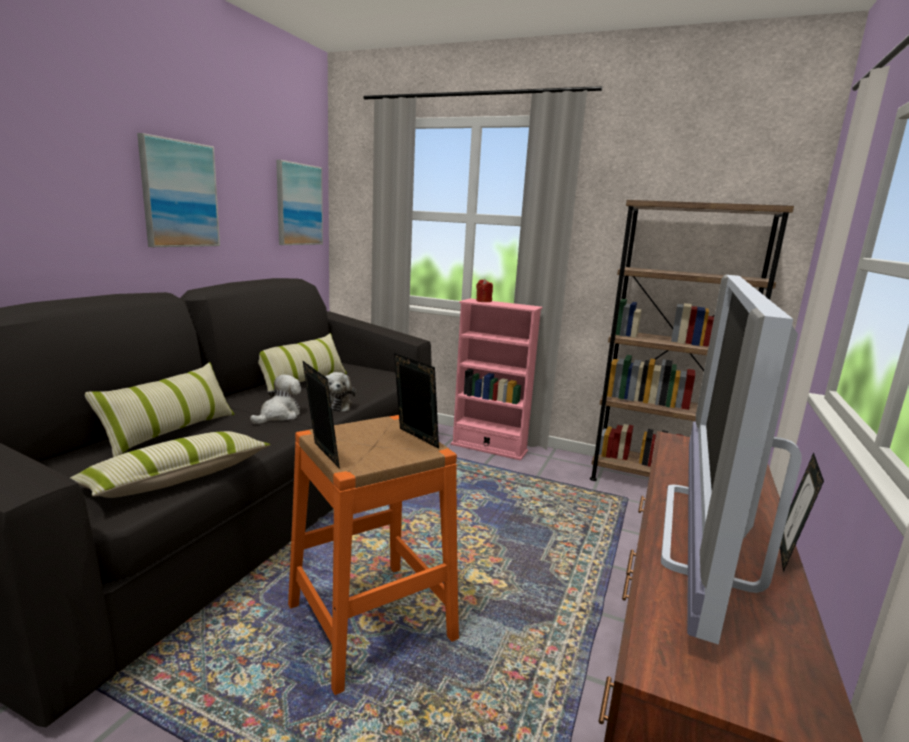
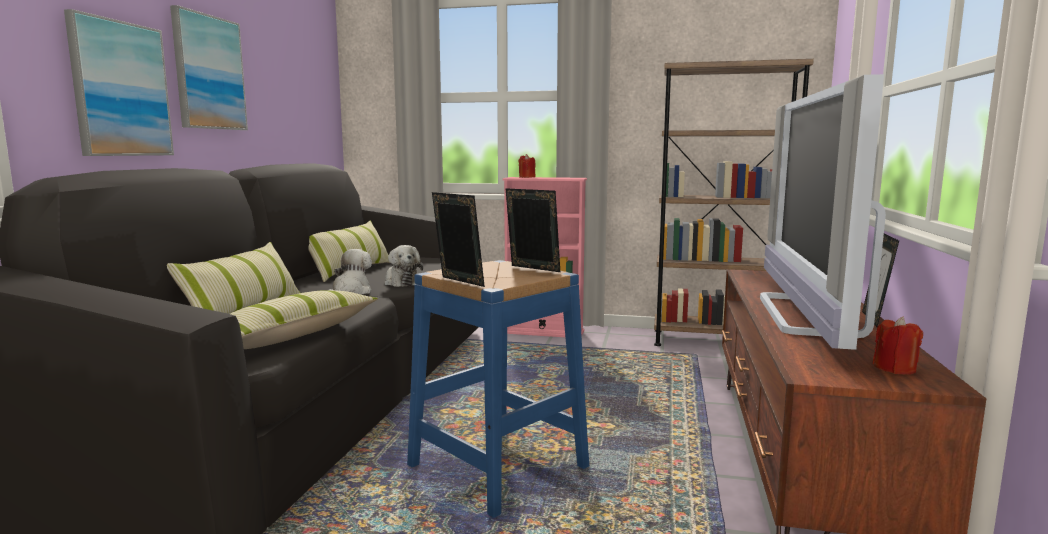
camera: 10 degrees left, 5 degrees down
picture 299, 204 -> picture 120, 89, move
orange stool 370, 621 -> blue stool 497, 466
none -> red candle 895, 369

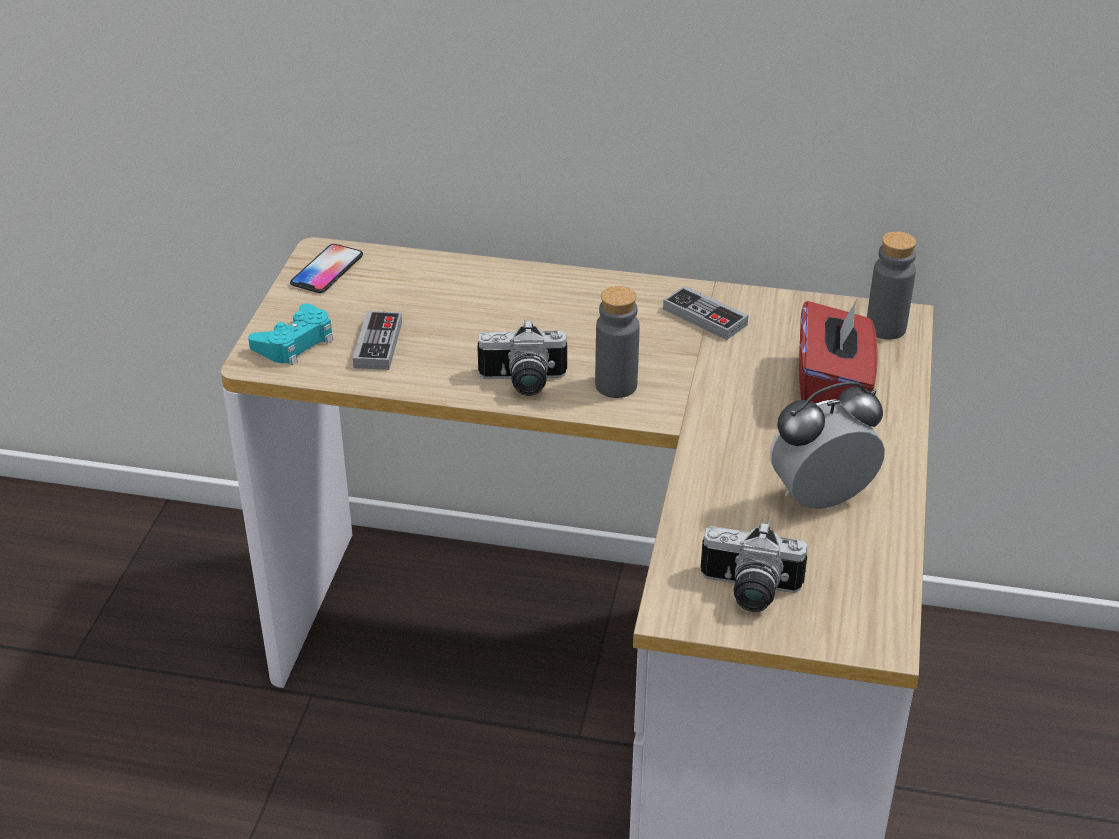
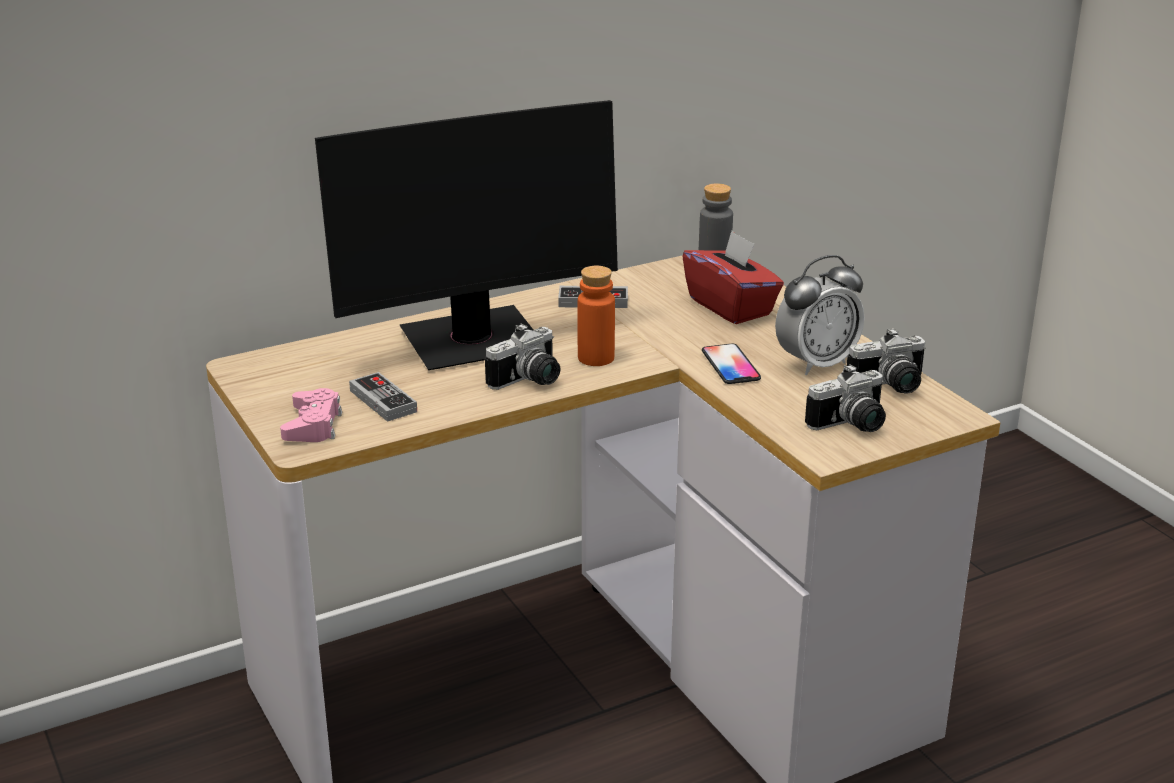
camera: 40 degrees left, 10 degrees down
turquoise game controller 295, 343 -> pink game controller 313, 425
none -> monitor 473, 341
grey bottle 616, 385 -> orange bottle 596, 358
phone 327, 270 -> phone 730, 365, move
alarm clock 821, 499 -> alarm clock 816, 363, 150 degrees counterclockwise
none -> photo camera 890, 387

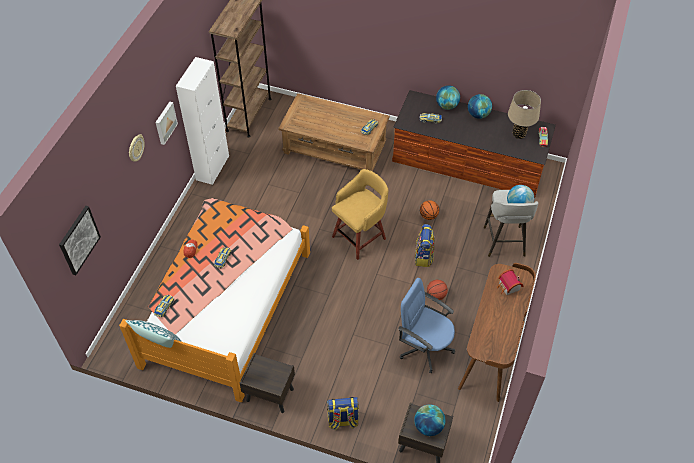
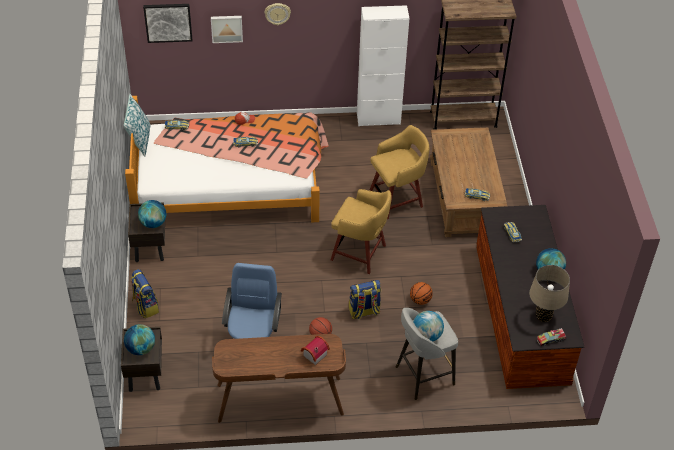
camera: 65 degrees right, 5 degrees down
globe 447, 106 -> globe 153, 223, move
picture 165, 122 -> picture 226, 28, move
none -> yellow stool 397, 199

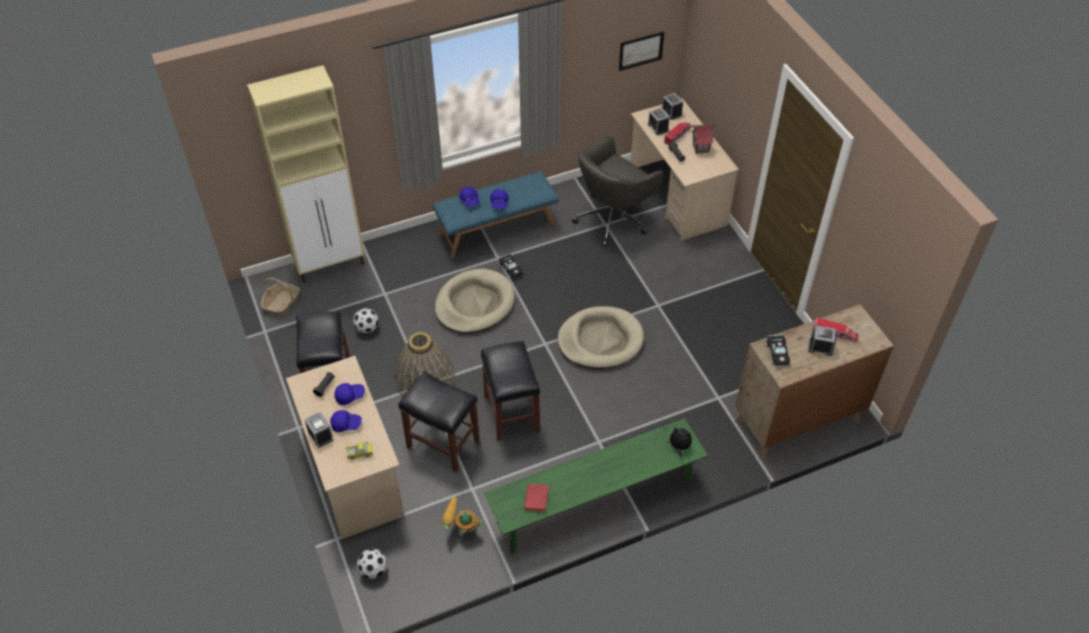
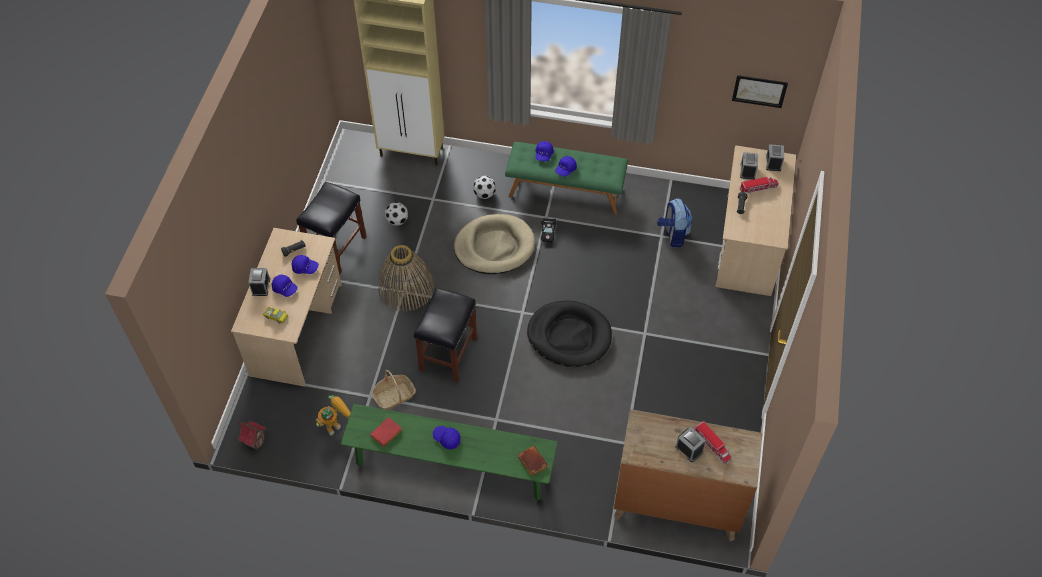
camera: 35 degrees right, 5 degrees up
toy house 700, 148 -> toy house 255, 441, move
toy robot 461, 530 -> toy robot 336, 423, 90 degrees clockwise
basket 282, 303 -> basket 394, 396, move
none -> blue cap 447, 438
football 373, 570 -> football 484, 194, move
blue bench 496, 229 -> green bench 565, 191
plush toy 679, 447 -> brown book 531, 462
beige dog bed 600, 340 -> black dog bed 569, 336
grey office chair 613, 218 -> backpack 673, 234
black stool 444, 443 -> none
black toy car 777, 352 -> none

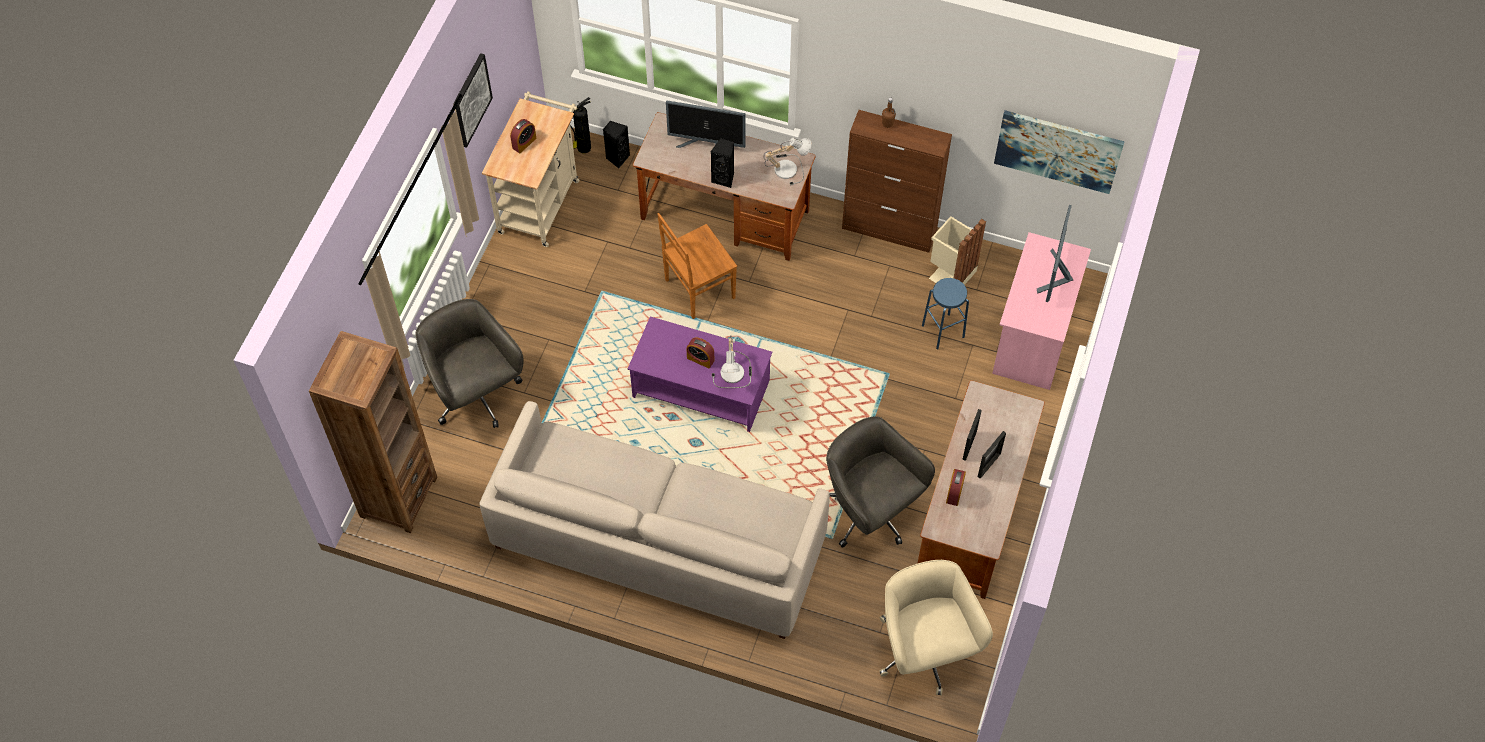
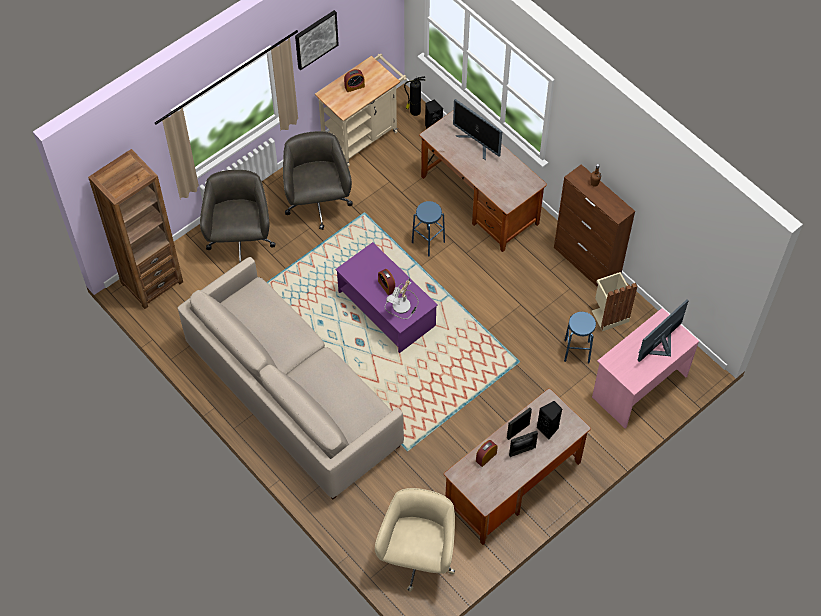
camera: 30 degrees right, 0 degrees up
grey office chair 869, 512 -> grey office chair 317, 203, move
brown chair 698, 289 -> blue stool 428, 242
black speaker 724, 178 -> black speaker 548, 429, move
table lamp 786, 167 -> none
picture 1058, 150 -> none

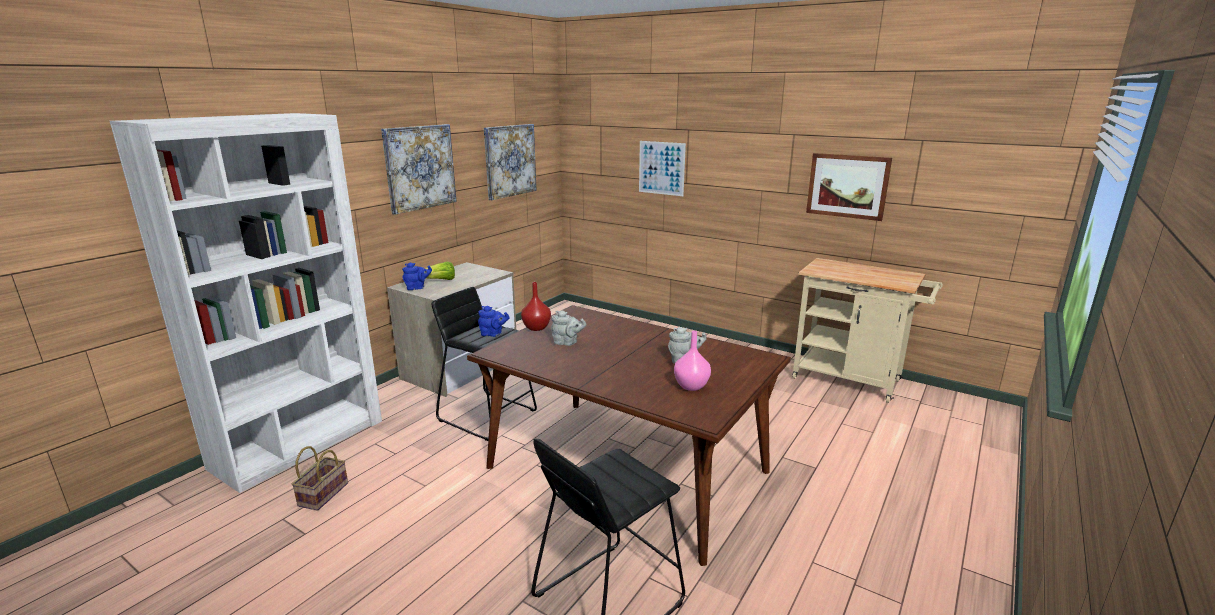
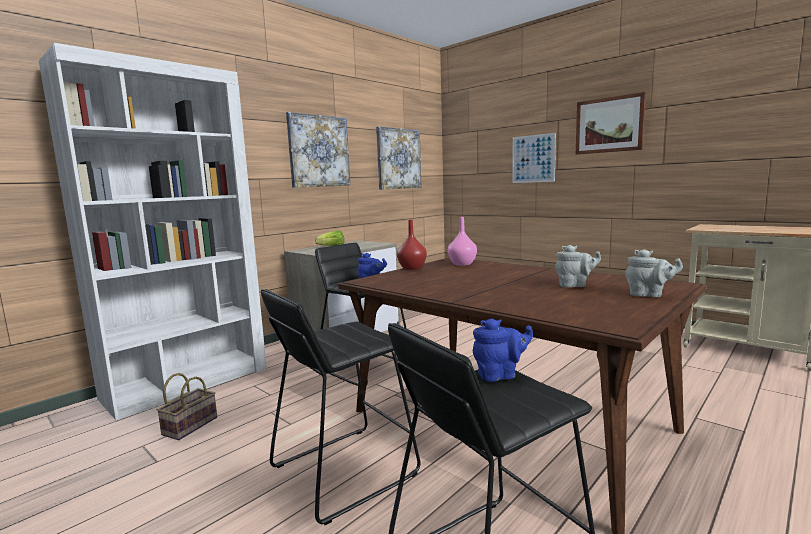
camera: 10 degrees right, 10 degrees down
none -> black stool 344, 470
pink vase 690, 386 -> pink vase 461, 264, move
blue teapot 417, 288 -> blue teapot 500, 375, move
picture 847, 186 -> picture 609, 125, move
grey teapot 567, 343 -> grey teapot 648, 295, move

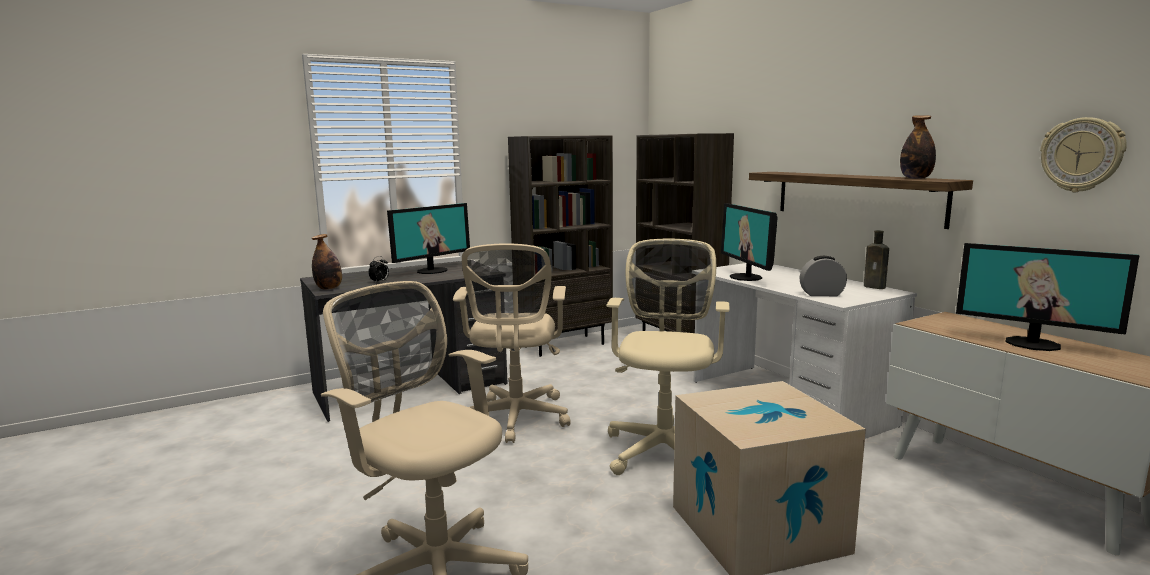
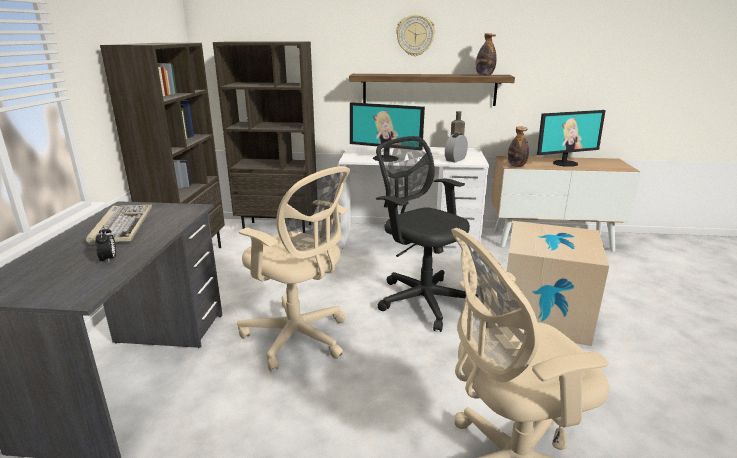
camera: 55 degrees left, 10 degrees up
monitor 432, 270 -> keyboard 122, 226
beige office chair 664, 447 -> black office chair 421, 299
wall clock 1081, 155 -> wall clock 415, 35, move
bottle 329, 288 -> bottle 516, 166, move

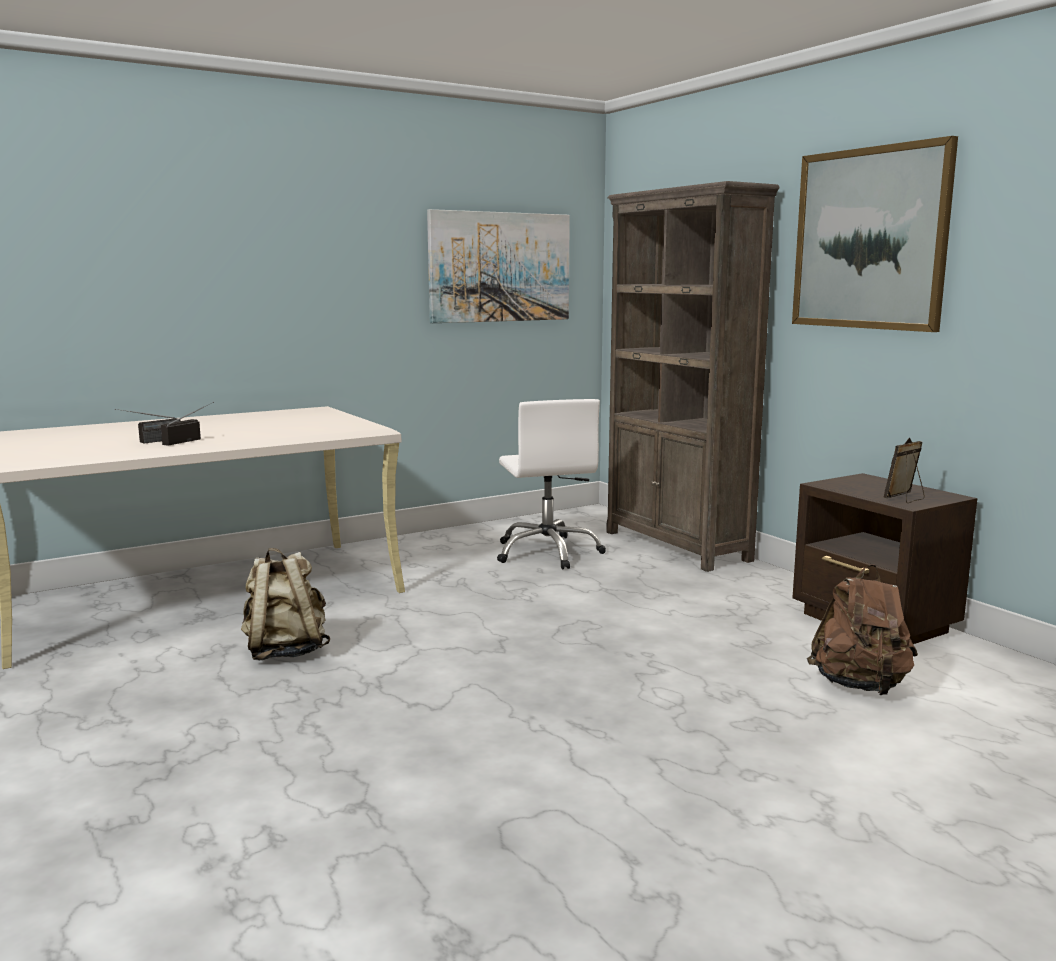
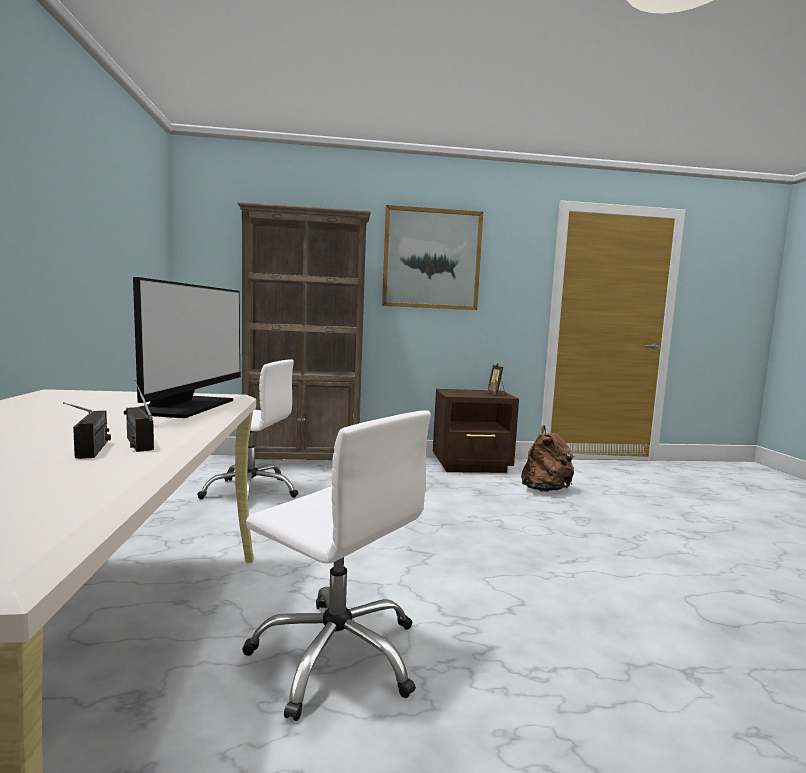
camera: 65 degrees left, 5 degrees down
none -> monitor 185, 407
beige backpack 285, 651 -> white office chair 337, 654
picture 500, 267 -> none

